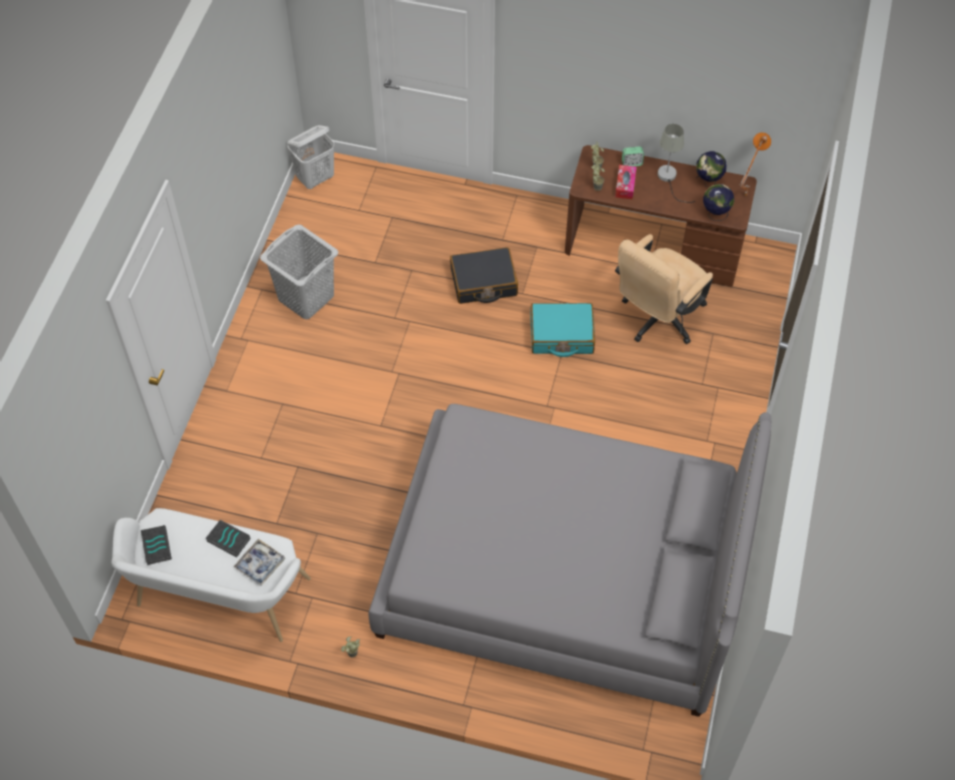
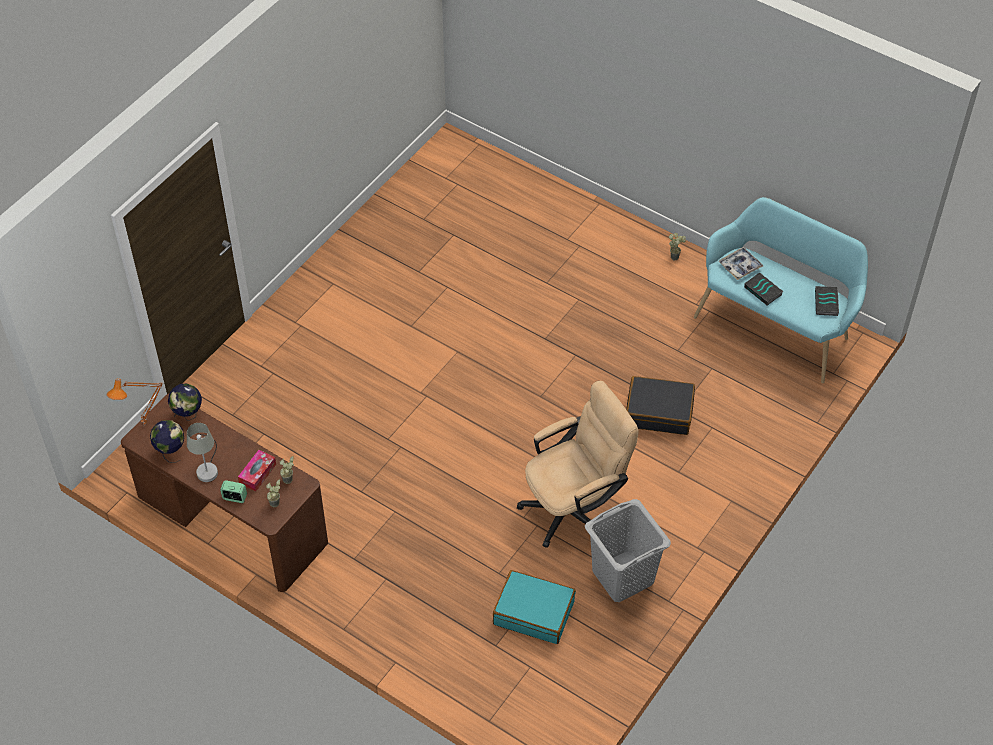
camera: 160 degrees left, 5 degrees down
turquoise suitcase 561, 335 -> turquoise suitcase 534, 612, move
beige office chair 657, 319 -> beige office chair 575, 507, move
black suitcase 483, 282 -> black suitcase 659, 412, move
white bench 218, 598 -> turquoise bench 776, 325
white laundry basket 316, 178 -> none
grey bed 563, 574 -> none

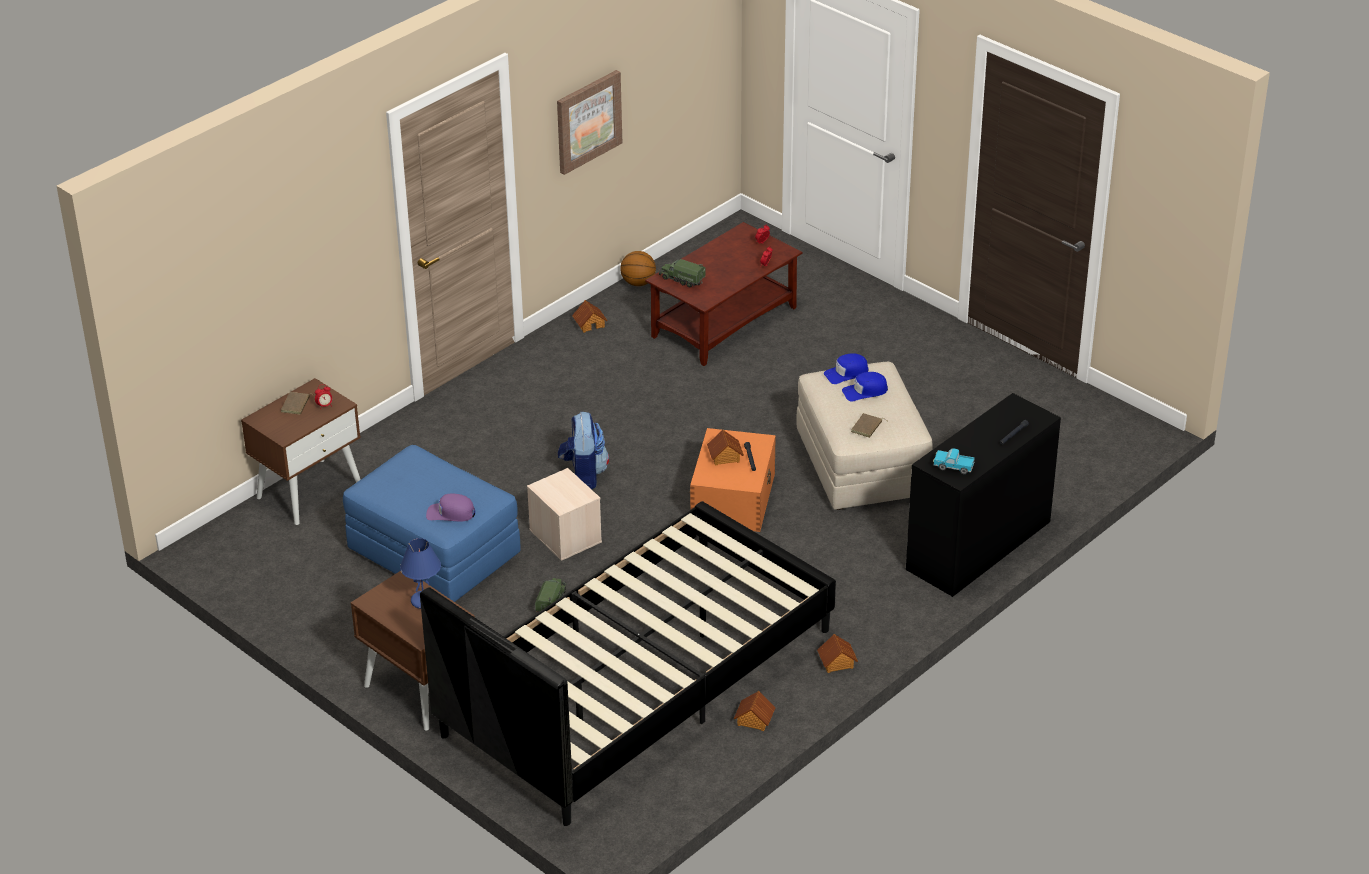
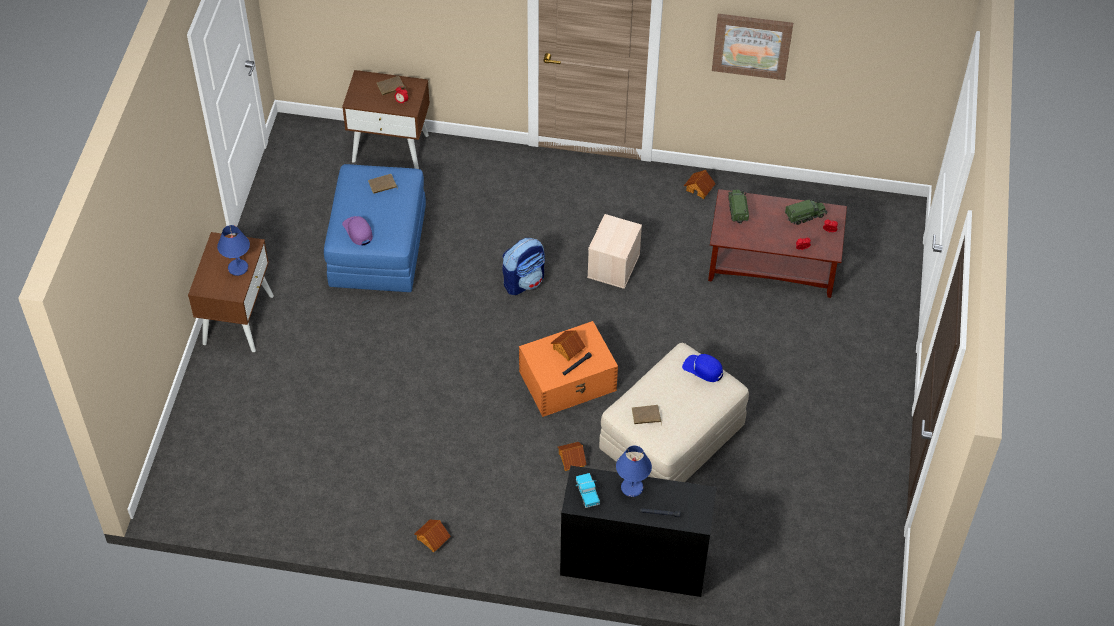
camera: 55 degrees right, 15 degrees up
none -> brown book 382, 185
toy house 754, 720 -> toy house 571, 459, move
beige storage box 564, 536 -> beige storage box 613, 265, move
none -> blue table lamp 632, 488
toy truck 551, 602 -> toy truck 805, 216, move
black bed 637, 682 -> none
basketball 638, 283 -> none
blue cap 865, 391 -> none

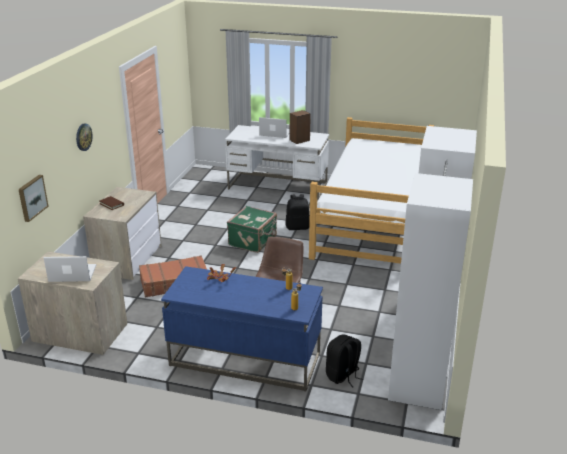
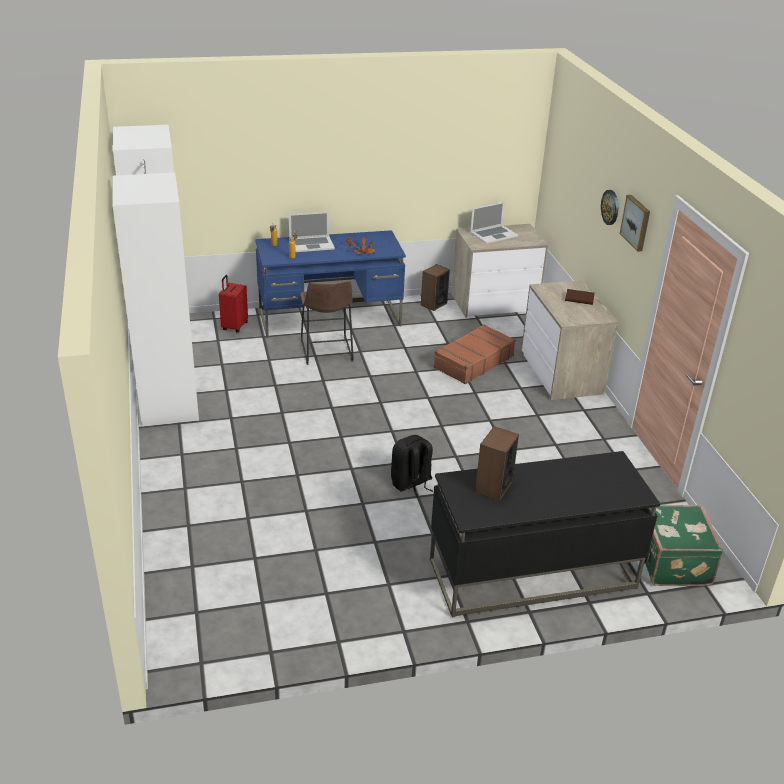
camera: 150 degrees right, 5 degrees up
black backpack 343, 376 -> red suitcase 234, 326
laptop 275, 133 -> laptop 311, 244, move
none -> speaker 433, 304
white desk 278, 186 -> black desk 531, 574
picture 32, 197 -> picture 636, 222, move
green suitcase 253, 241 -> green suitcase 671, 563, move
bed 373, 221 -> none

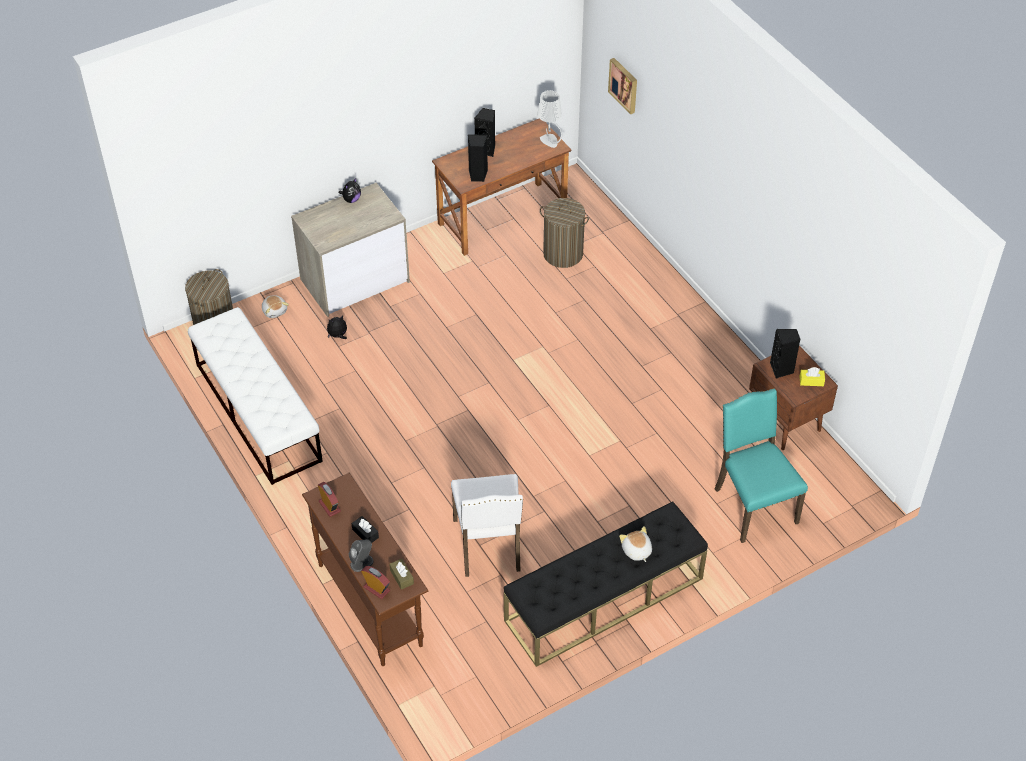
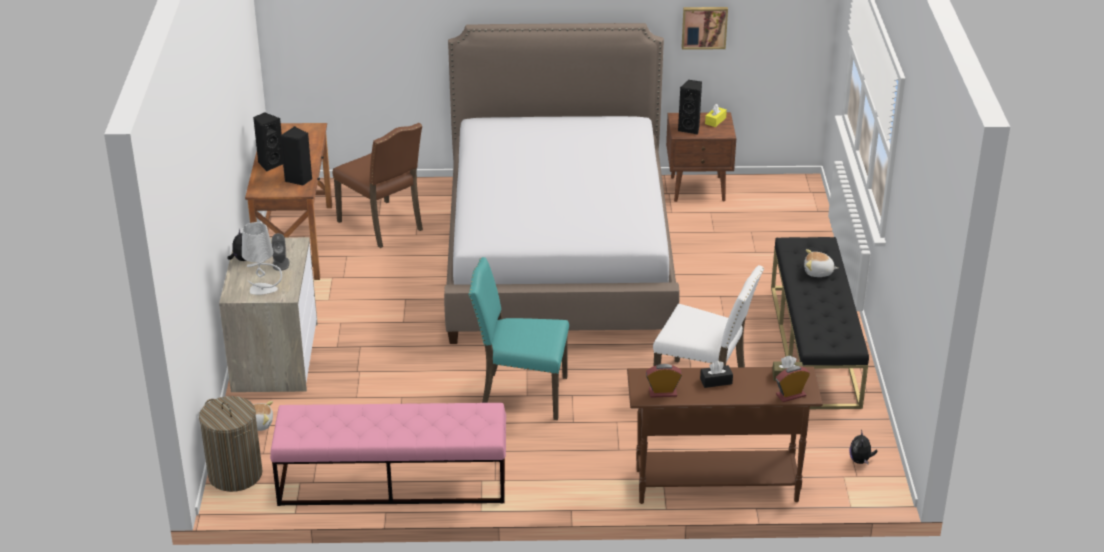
camera: 60 degrees left, 15 degrees down
grey table lamp 550, 141 -> grey table lamp 263, 289, move
white bench 257, 411 -> pink bench 392, 481
grey speaker 362, 563 -> grey speaker 281, 263, move
laundry basket 563, 254 -> brown chair 383, 225
none -> bed 558, 255
turquoise chair 753, 505 -> turquoise chair 521, 394, move
picture 624, 85 -> picture 704, 27, move
plush toy 338, 336 -> plush toy 860, 460, move

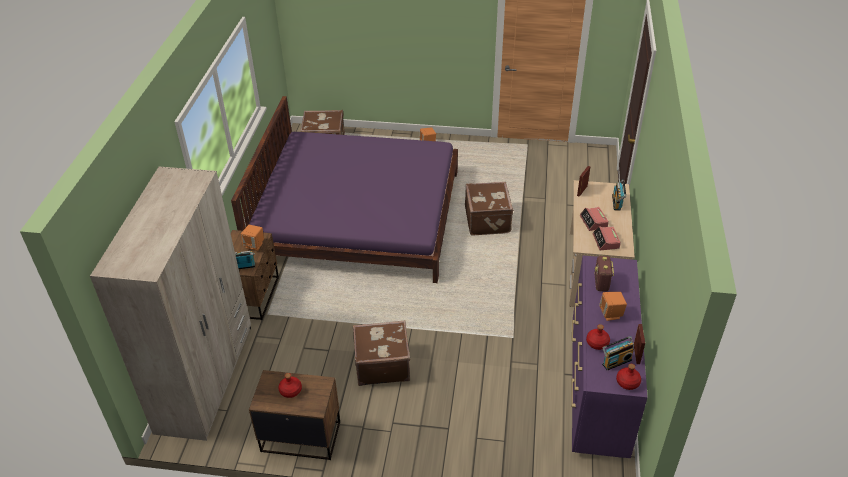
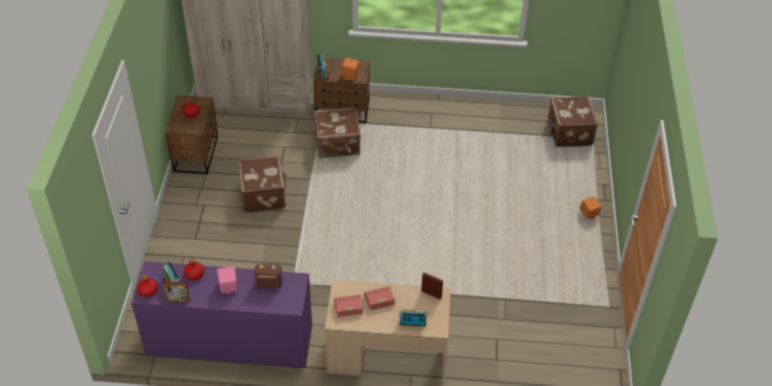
camera: 85 degrees right, 5 degrees up
orange speaker 611, 314 -> pink speaker 228, 287
brown suitcase 488, 220 -> brown suitcase 338, 145, move
purple bed 357, 215 -> none

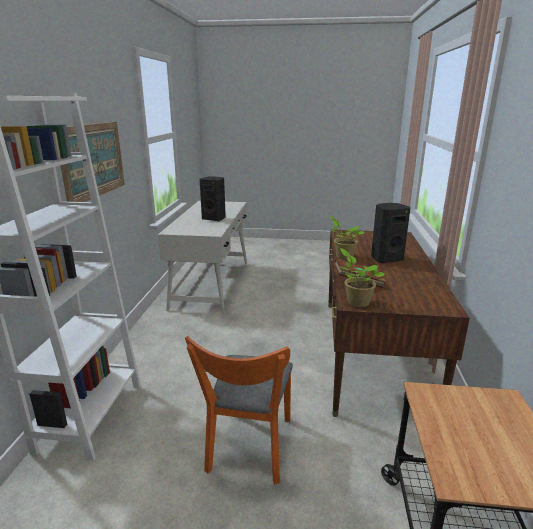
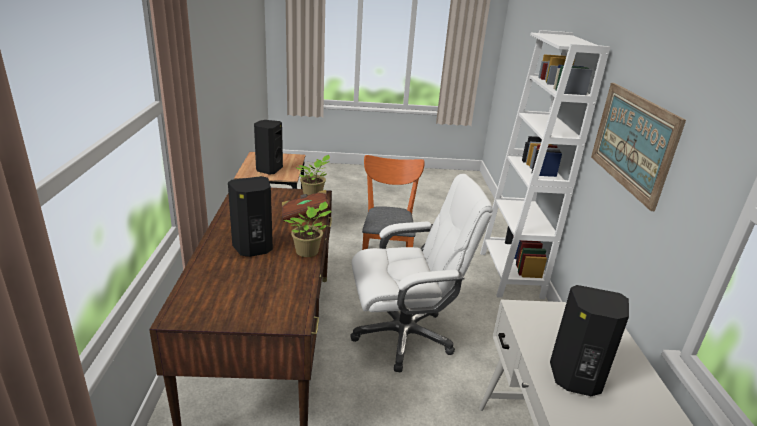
camera: 170 degrees right, 5 degrees up
none -> black speaker 268, 169
none -> white office chair 404, 336

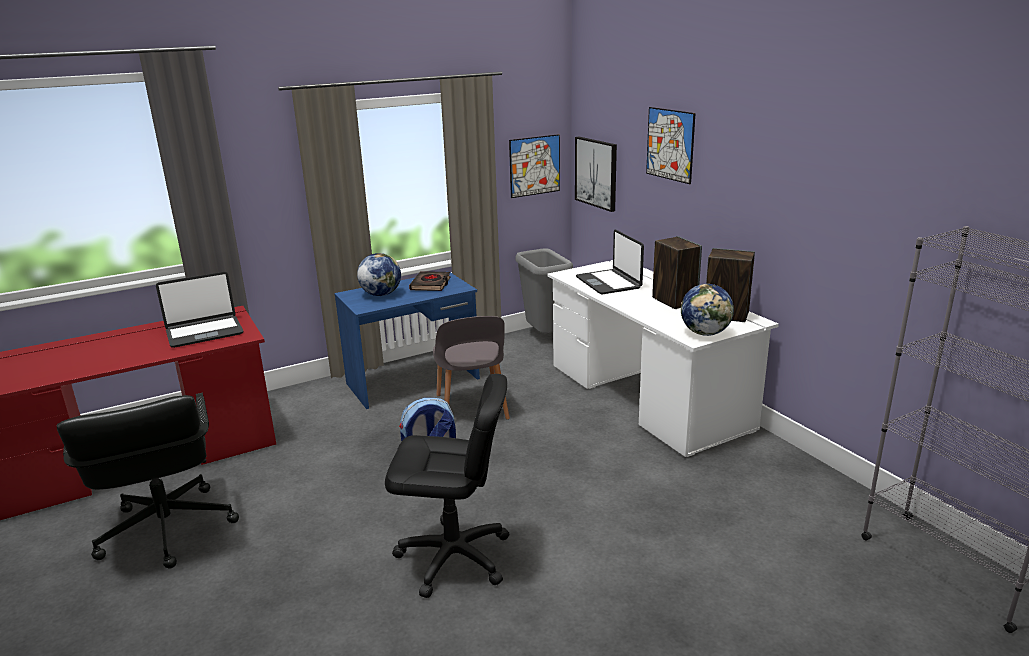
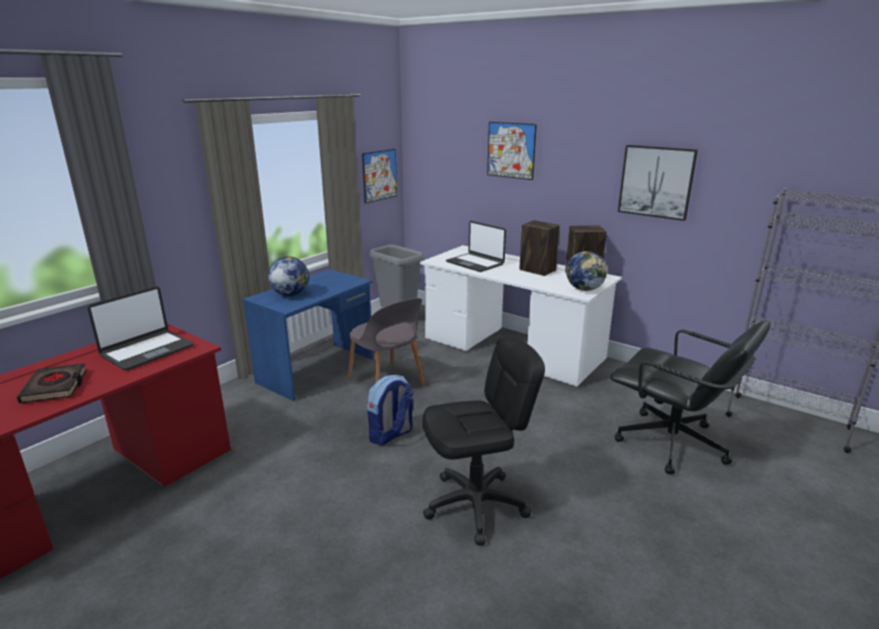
camera: 25 degrees left, 0 degrees up
black book 431, 284 -> black book 55, 387, move
black office chair 166, 530 -> black office chair 672, 444, move
picture 596, 173 -> picture 656, 182, move

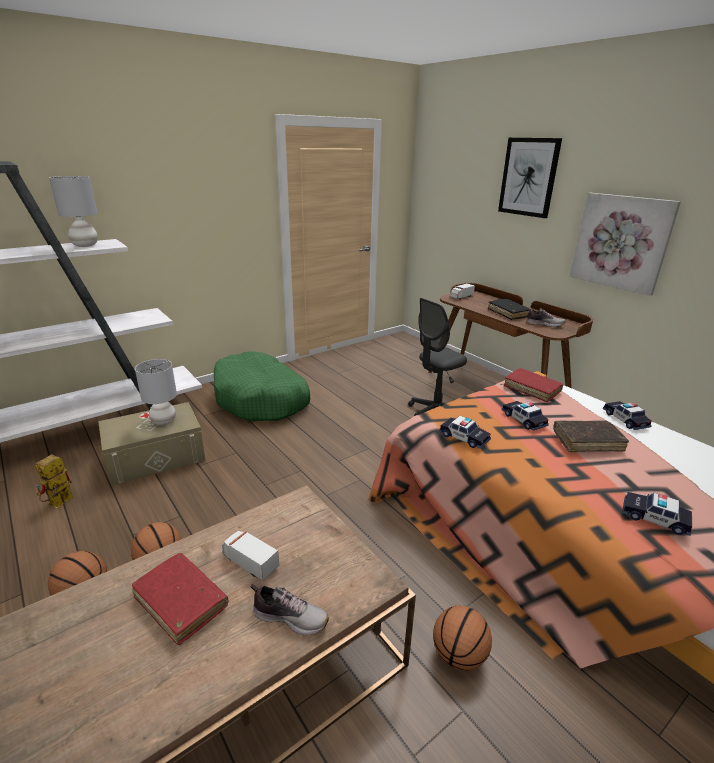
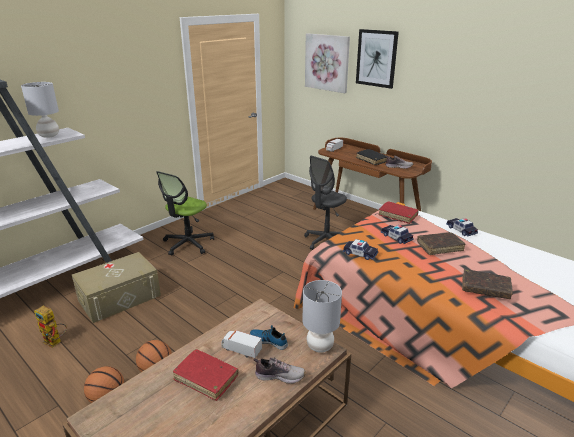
camera: 10 degrees left, 0 degrees up
toy robot 58, 504 -> toy robot 56, 342, 75 degrees counterclockwise
green dog bed 261, 399 -> office chair 188, 244
none -> shoe 269, 340
grey table lamp 164, 421 -> grey table lamp 320, 346, move
picture 621, 242 -> picture 327, 62, move
toy car 654, 518 -> brown book 485, 289
basketball 458, 655 -> none

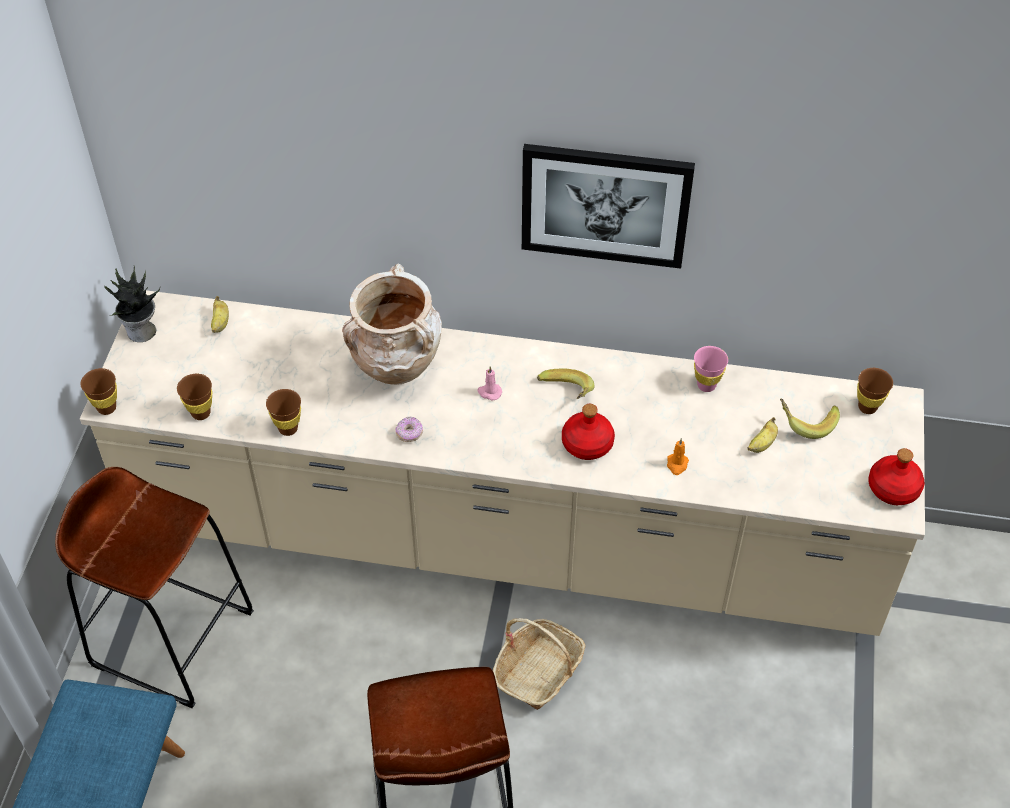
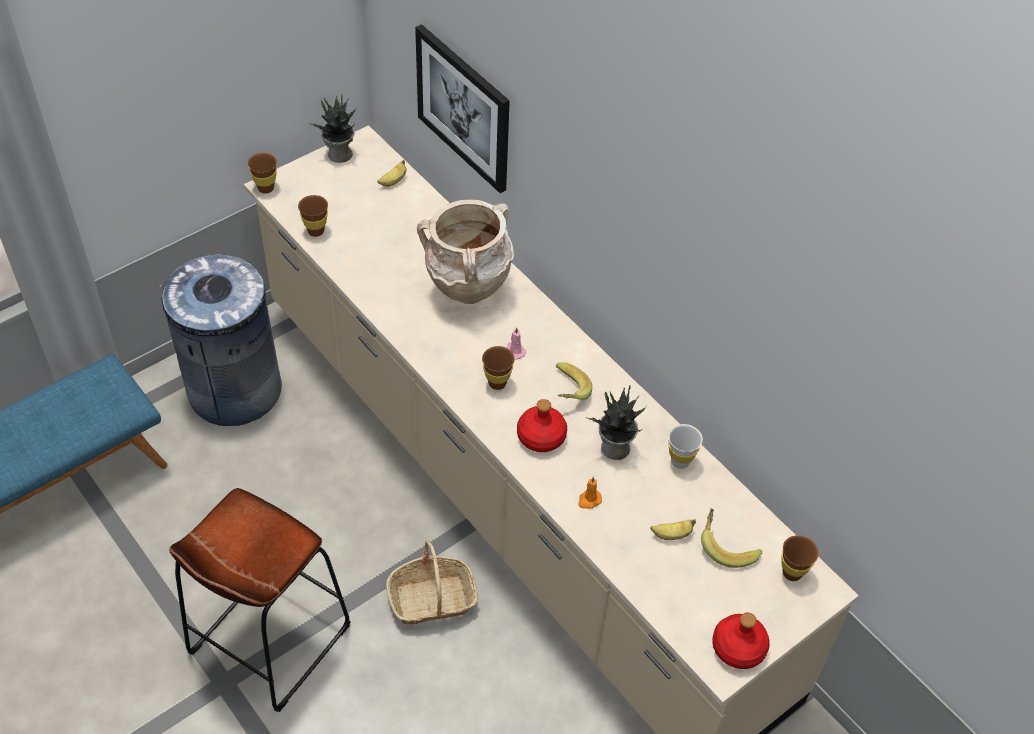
camera: 40 degrees right, 0 degrees up
brown stool 172, 637 -> grey trash can 234, 390
picture 605, 204 -> picture 464, 107, move
brown cup 288, 428 -> brown cup 497, 383, move
none -> potted plant 614, 448
pink cup 706, 385 -> white cup 680, 461
donut 409, 434 -> none

